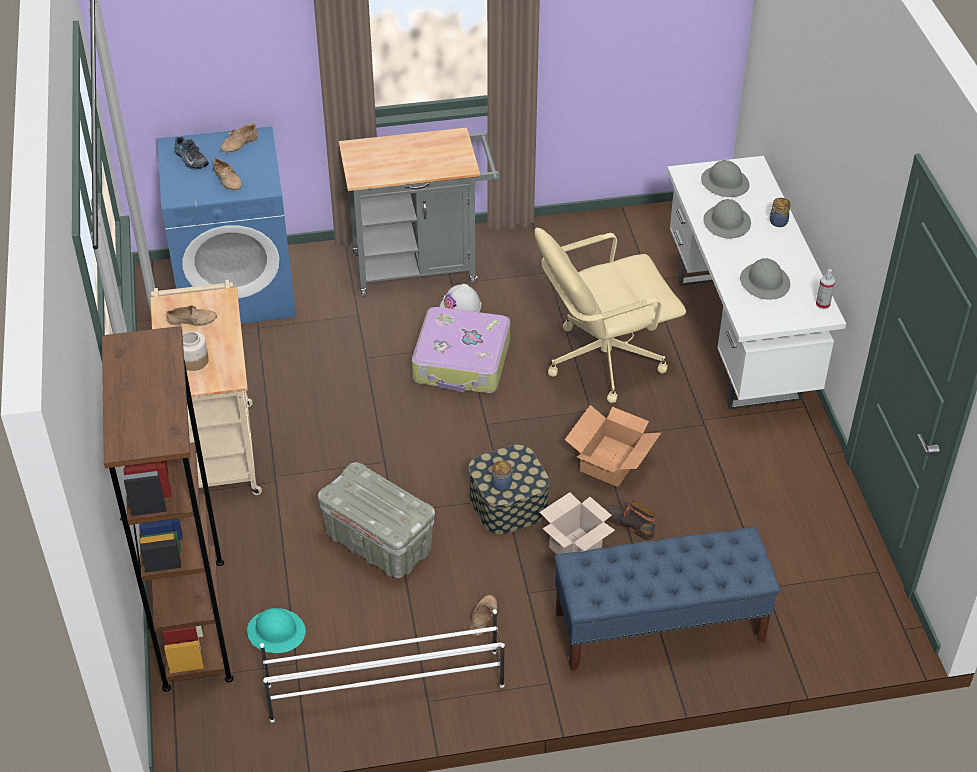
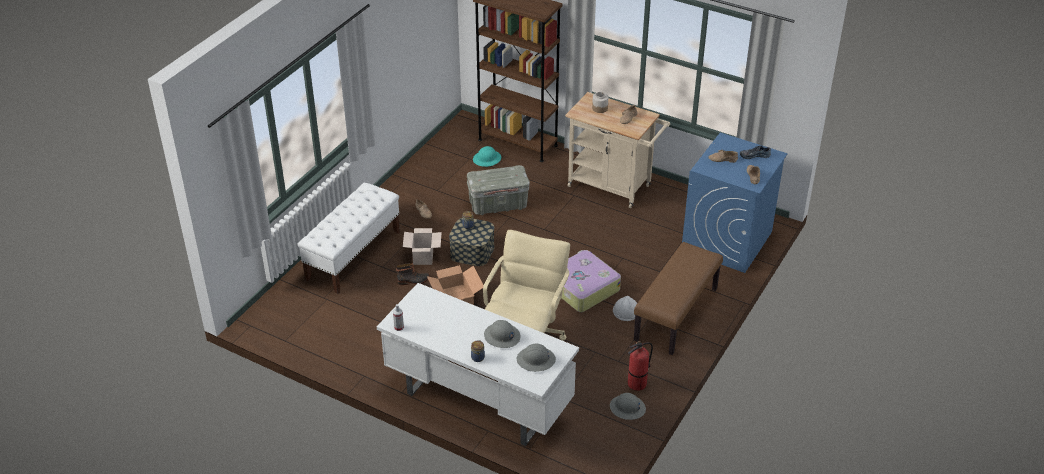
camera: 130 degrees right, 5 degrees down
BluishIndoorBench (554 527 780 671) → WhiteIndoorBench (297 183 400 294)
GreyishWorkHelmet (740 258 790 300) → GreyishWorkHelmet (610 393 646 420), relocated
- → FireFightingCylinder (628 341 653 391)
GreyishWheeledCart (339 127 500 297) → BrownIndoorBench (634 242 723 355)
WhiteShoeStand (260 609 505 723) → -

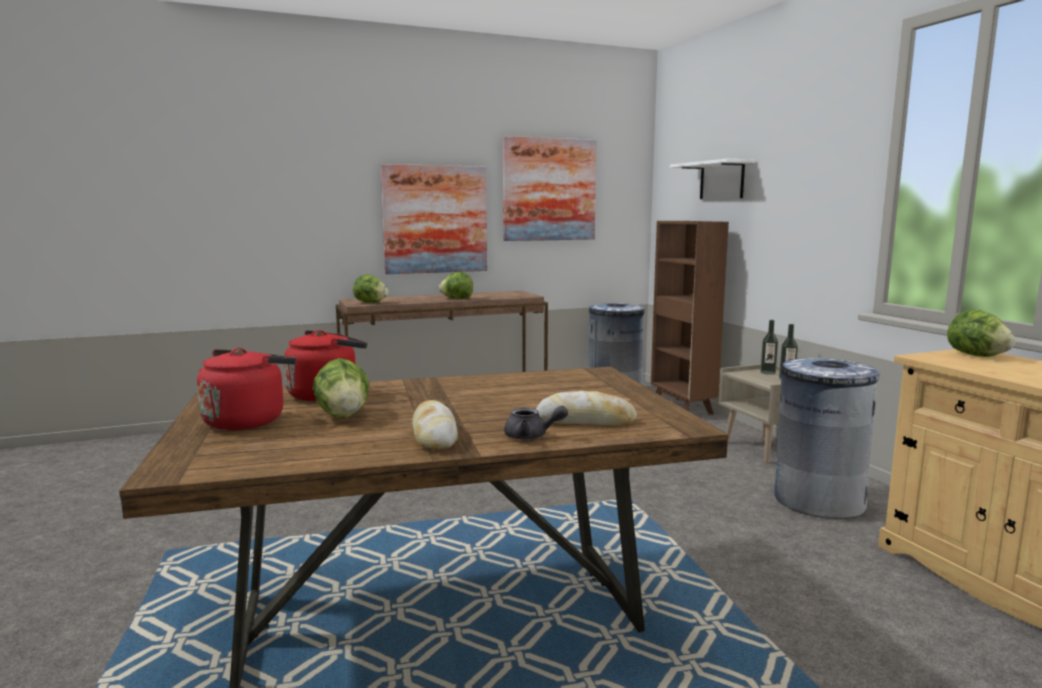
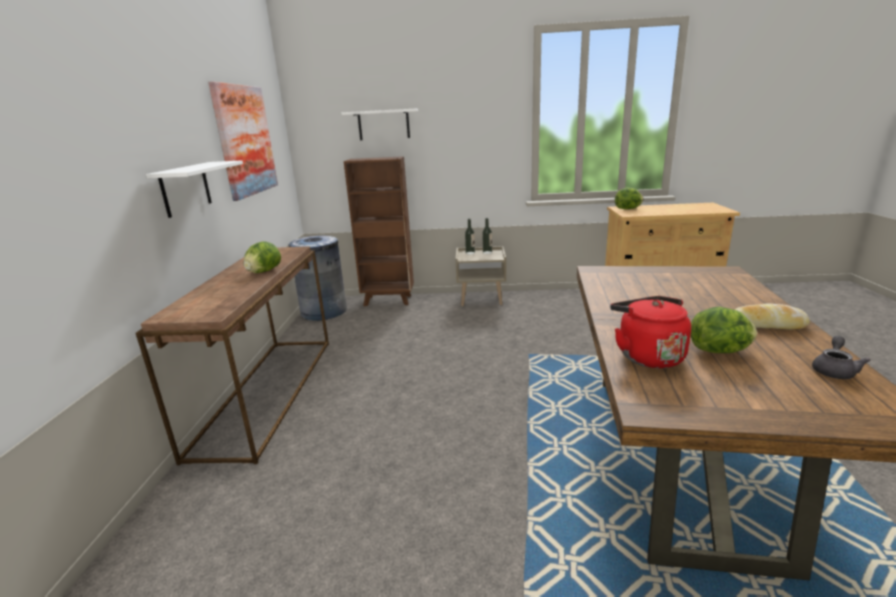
camera: 65 degrees left, 10 degrees up
WallPicture (381 164 487 274) → WhiteShelf (146 160 243 218)
GreyishTeaPot (504 406 568 440) → GreyishTeaPot (812 336 871 379), relocated
RedTeaKettle (197 348 297 430) → -
HeadOfLettuce (353 274 389 303) → -
BakedBread (536 391 637 426) → -
GreyishTrashCan (774 358 880 519) → -

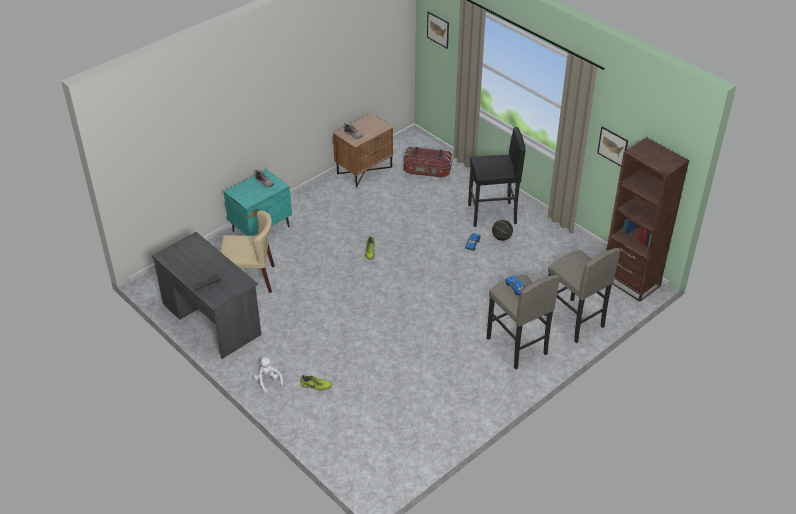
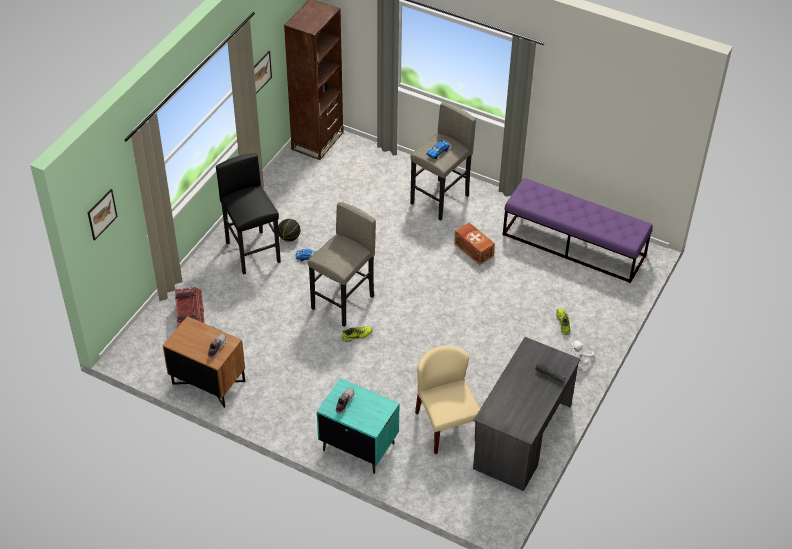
camera: 110 degrees left, 5 degrees up
GreyishSittingStool (544 248 621 343) → GreyishSittingStool (308 202 376 327), relocated
- → BrownStorageContainer (454 223 495 265)
- → PurpleIndoorBench (503 178 653 283)

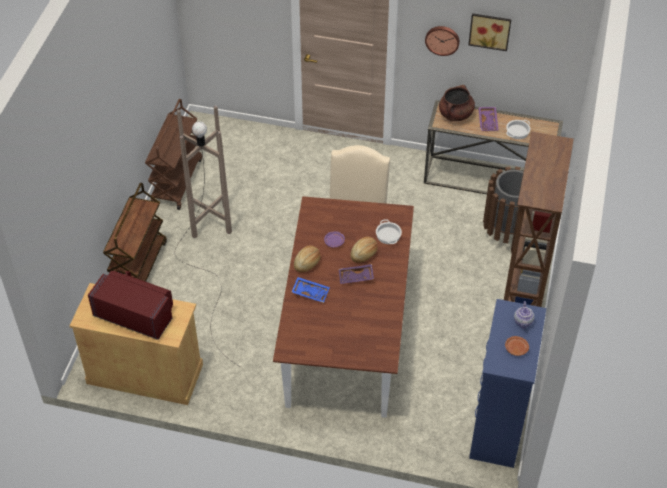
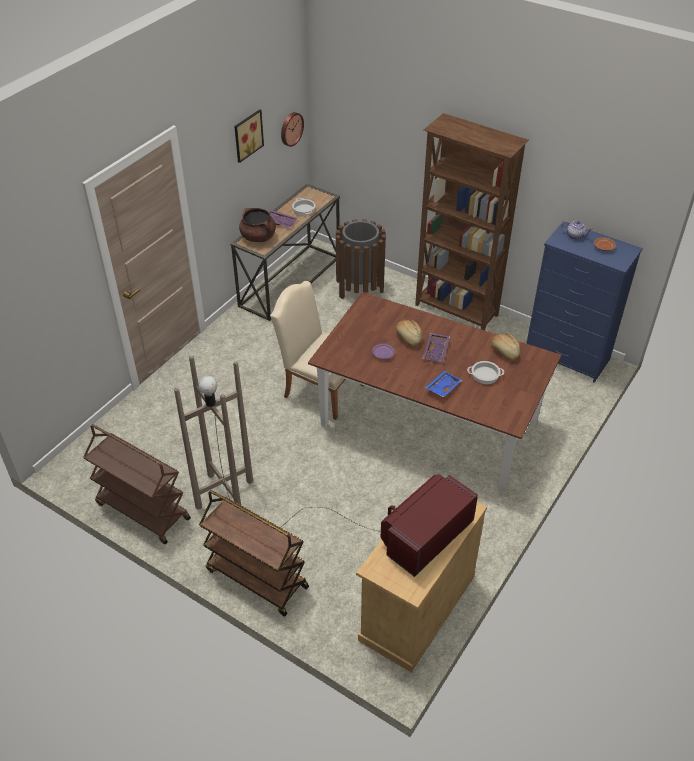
camera: 70 degrees left, 5 degrees down
ClockOnTheWall (425 26 460 56) → ClockOnTheWall (281 112 304 147), relocated
Saucepot (376 219 402 244) → Saucepot (467 361 504 384), relocated
BakedBread (294 245 320 273) → BakedBread (490 333 520 361), relocated

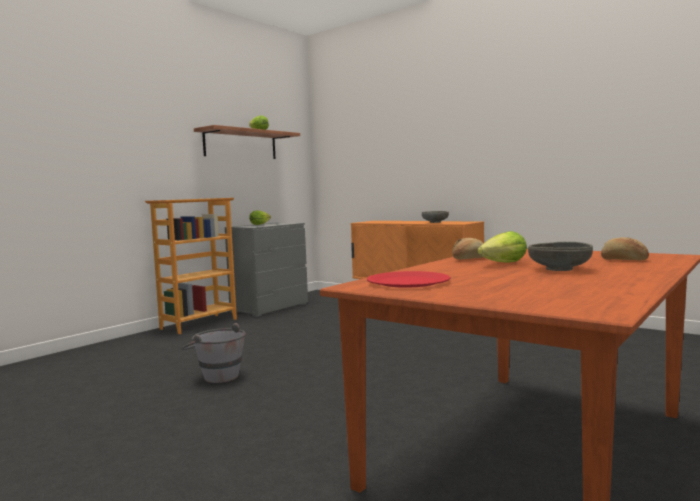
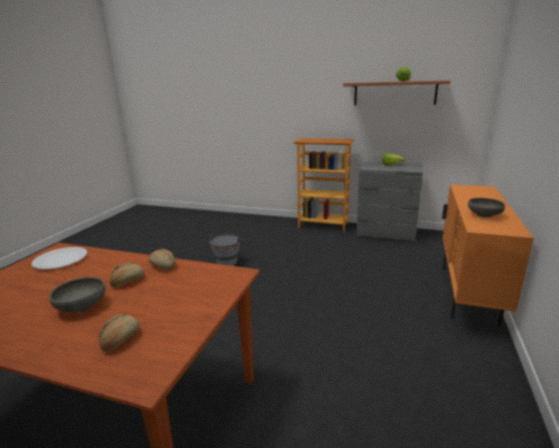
camera: 70 degrees right, 15 degrees up
RedFlatDish (367 271 450 288) → WhiteFlatDish (31 247 87 270)
HeadOfLettuce (477 231 527 263) → BakedBread (110 262 145 287)

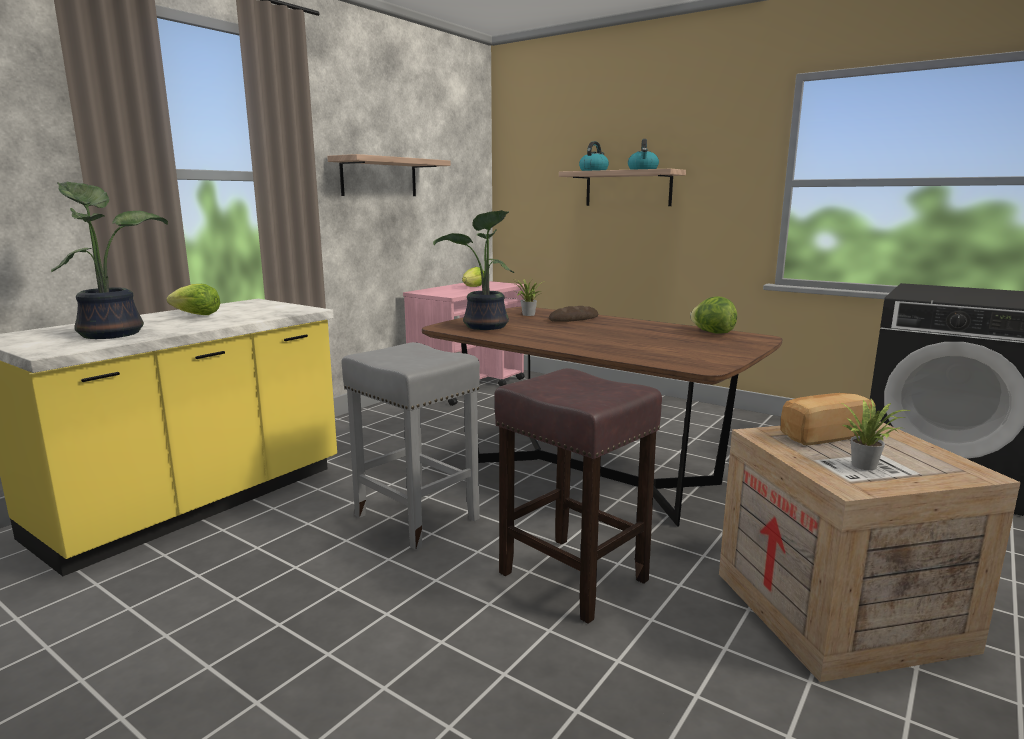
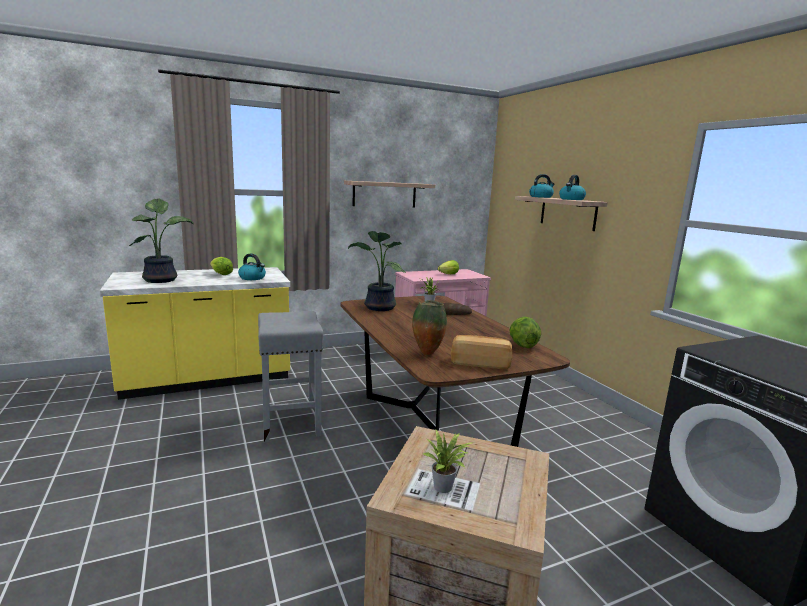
camera: 30 degrees right, 0 degrees up
- → TeaKettle (238 253 266 280)
- → Vase (412 300 447 355)
BakedBread (780 393 876 445) → BakedBread (451 335 512 369), relocated
BrownSittingStool (495 368 662 624) → -

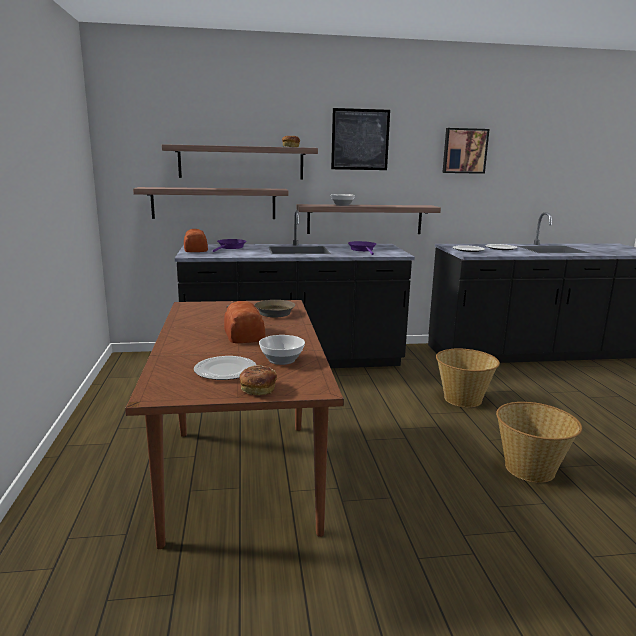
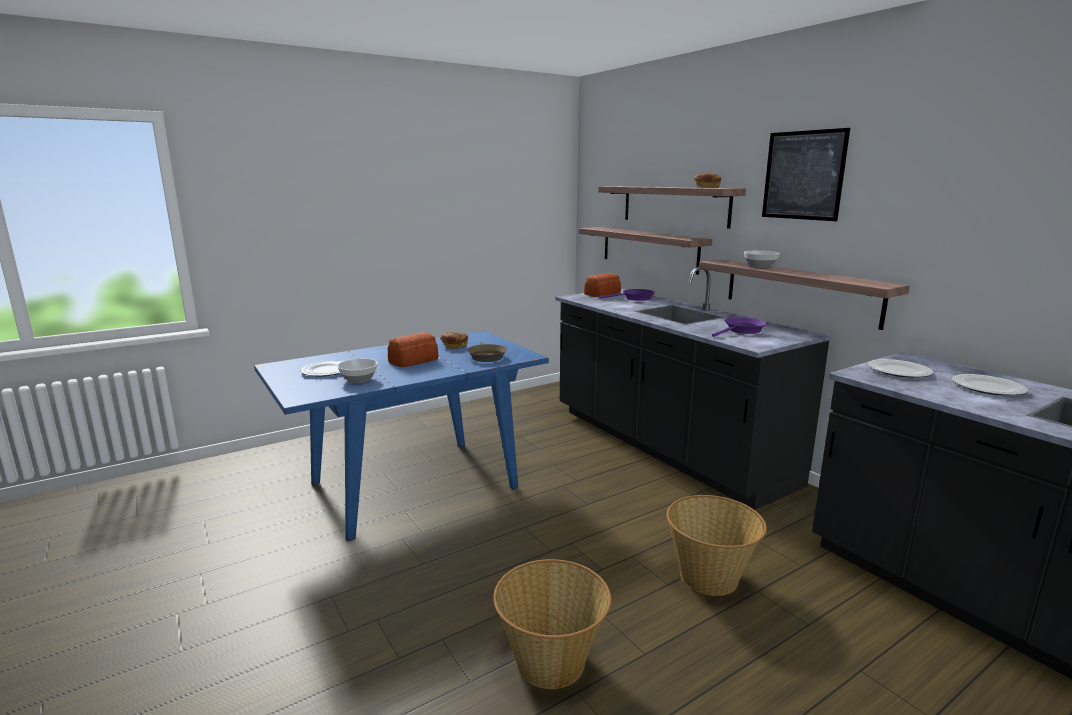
camera: 65 degrees right, 0 degrees up
BrownDinnerTable (125 300 344 549) → BluishDinnerTable (254 330 549 541)
BakedBread (239 365 277 395) → BakedBread (440 332 468 349), relocated
WallPicture (442 128 489 174) → -

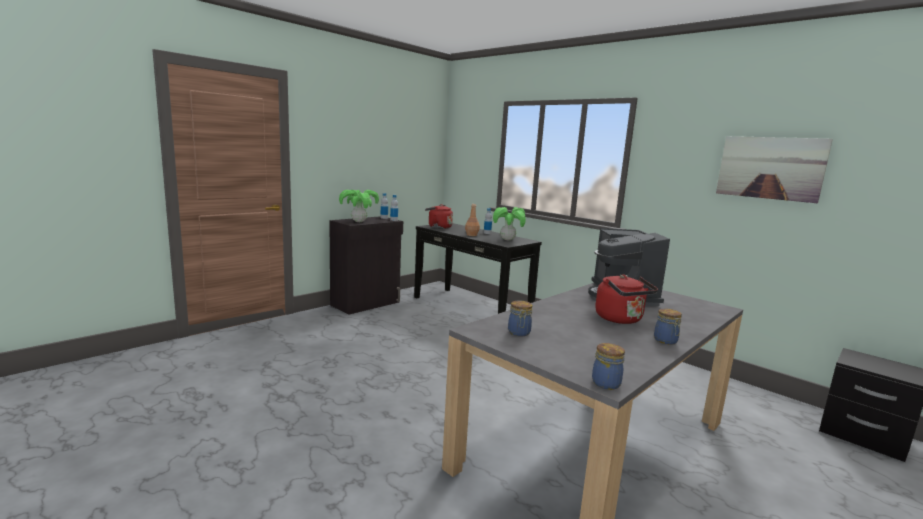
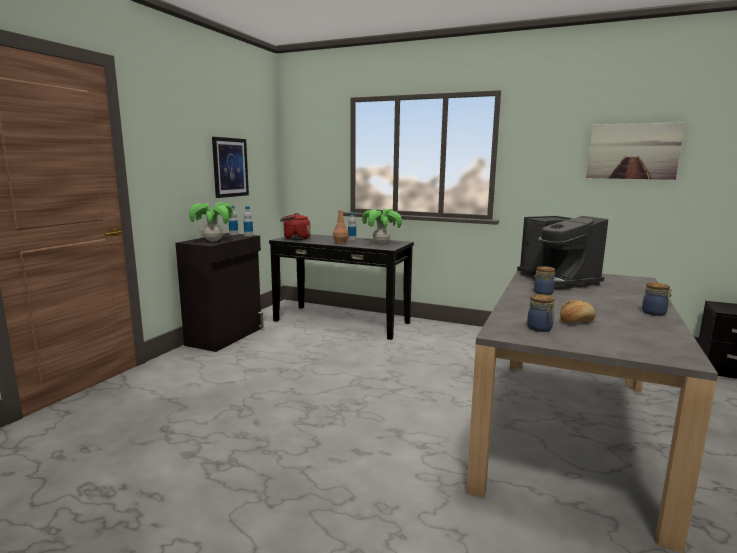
camera: 20 degrees left, 0 degrees up
- → WallPicture (212 137 249 198)
Jar (592 343 625 390) → Jar (534 266 555 295), relocated
- → BakedBread (560 300 596 323)
RedTeaKettle (595 274 658 324) → -

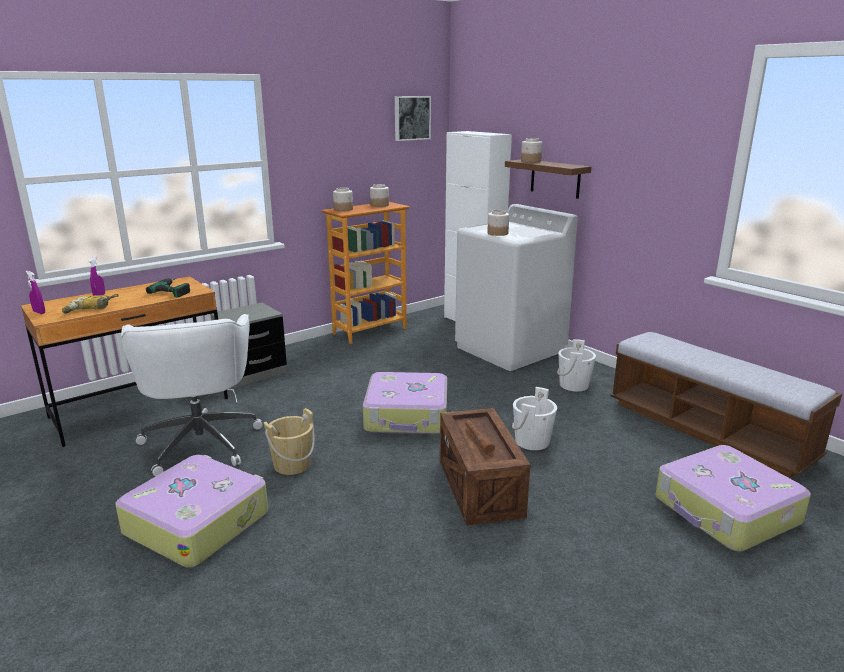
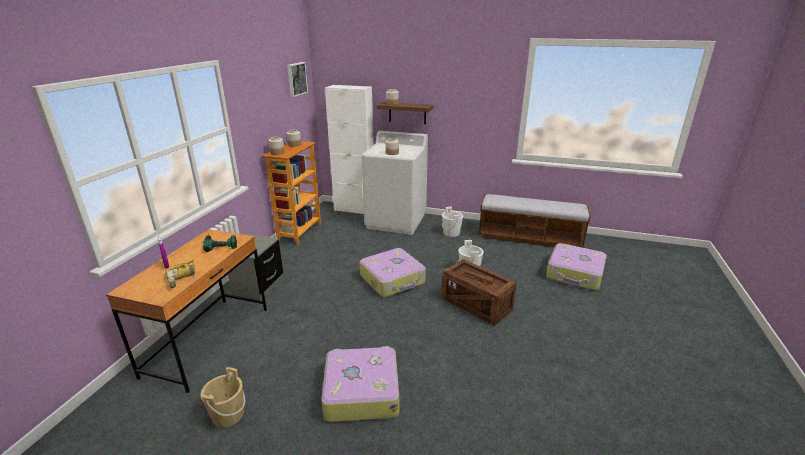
camera: 35 degrees left, 5 degrees up
BeigeColouredBucket (263 408 315 475) → BeigeColouredBucket (201 367 245 428), relocated
PurpleSprayBottle (26 271 45 314) → -
WhiteDeskChair (121 314 263 476) → -

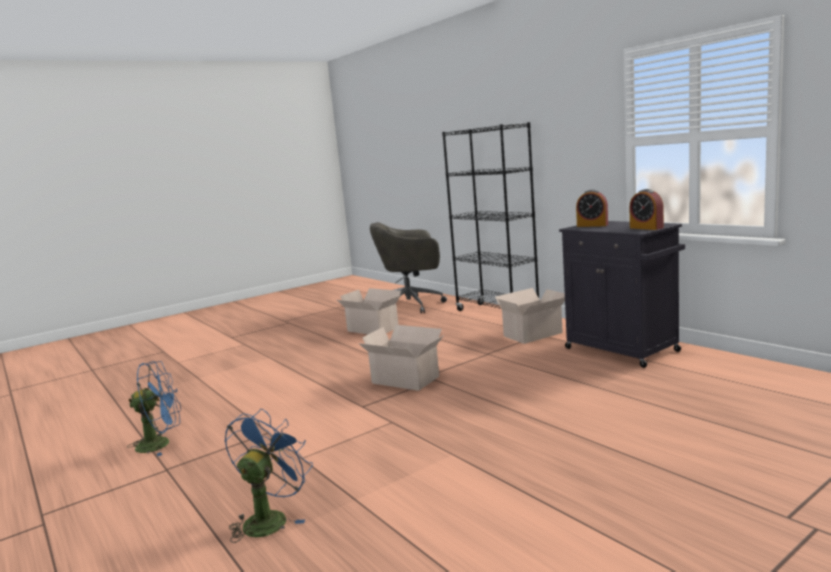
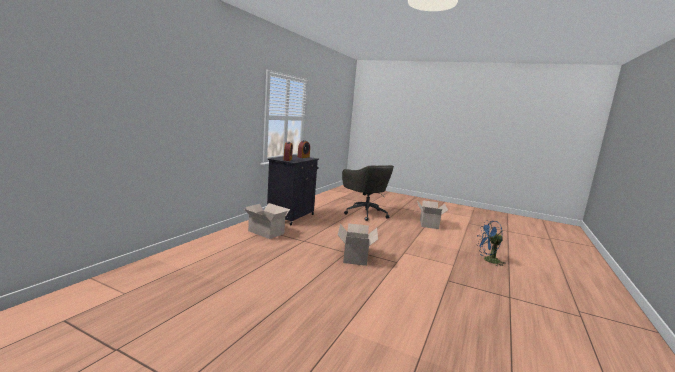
camera: 120 degrees left, 0 degrees up
GreyishDeskChair (370 222 447 313) → GreyishDeskChair (342 165 394 221), relocated
CardboardBox (337 288 401 334) → CardboardBox (417 200 448 229), relocated
BluishCoolingFan (127 361 181 456) → -
BlackBookcase (442 122 539 311) → -

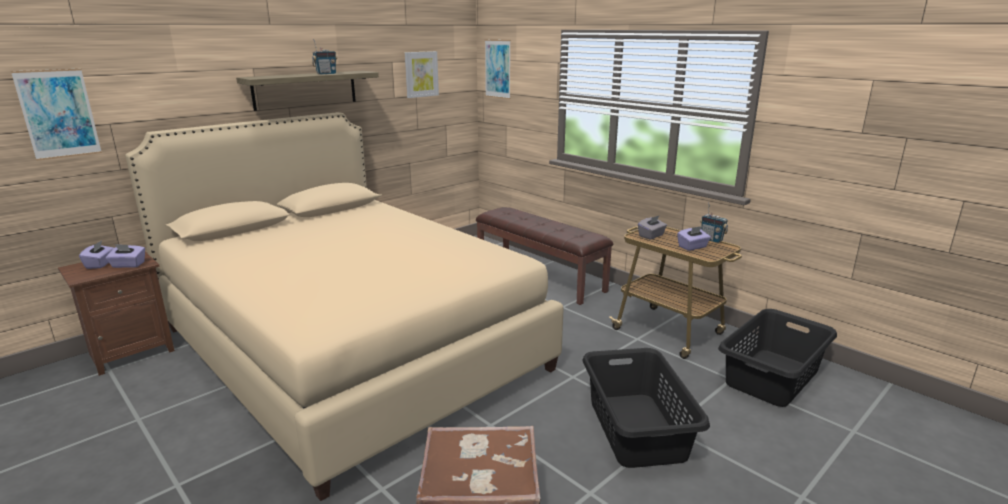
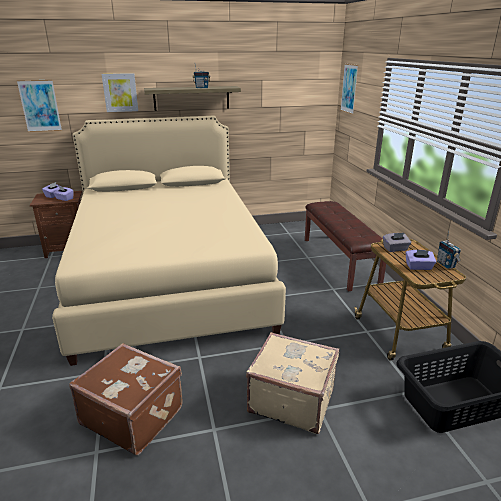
camera: 30 degrees right, 5 degrees up
WallPicture (405 51 439 98) → WallPicture (102 73 138 112), relocated
BlackLaundryBasket (582 348 710 468) → BeigeColouredPieceOfLuggage (246 332 339 434)

